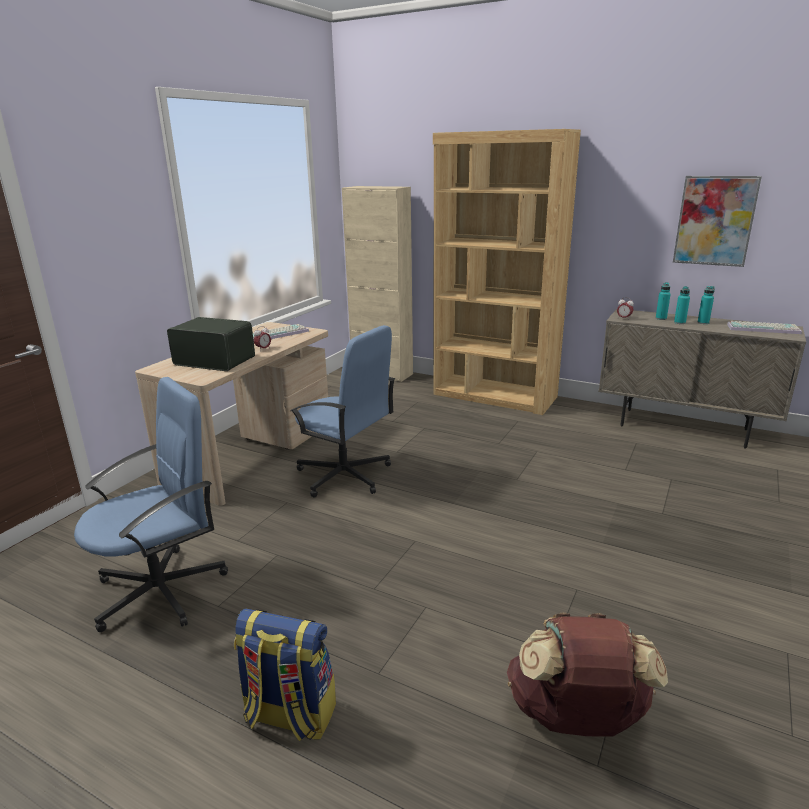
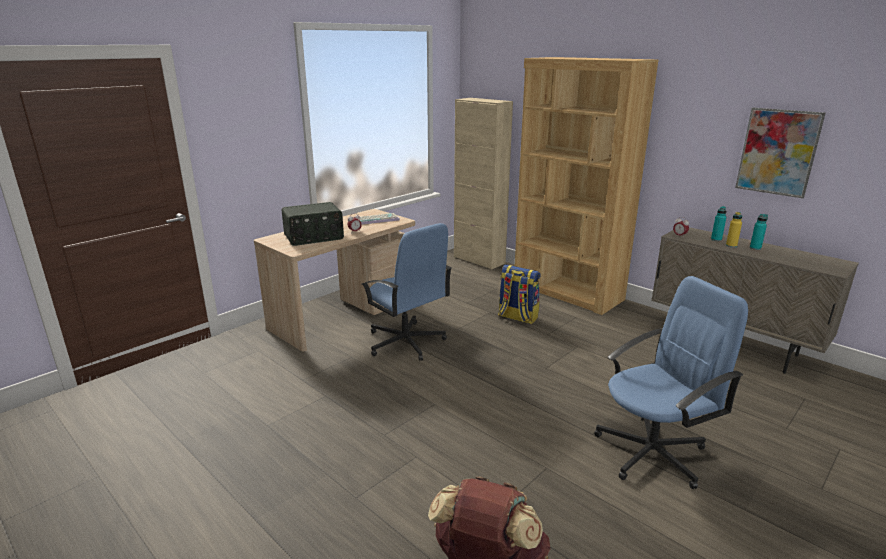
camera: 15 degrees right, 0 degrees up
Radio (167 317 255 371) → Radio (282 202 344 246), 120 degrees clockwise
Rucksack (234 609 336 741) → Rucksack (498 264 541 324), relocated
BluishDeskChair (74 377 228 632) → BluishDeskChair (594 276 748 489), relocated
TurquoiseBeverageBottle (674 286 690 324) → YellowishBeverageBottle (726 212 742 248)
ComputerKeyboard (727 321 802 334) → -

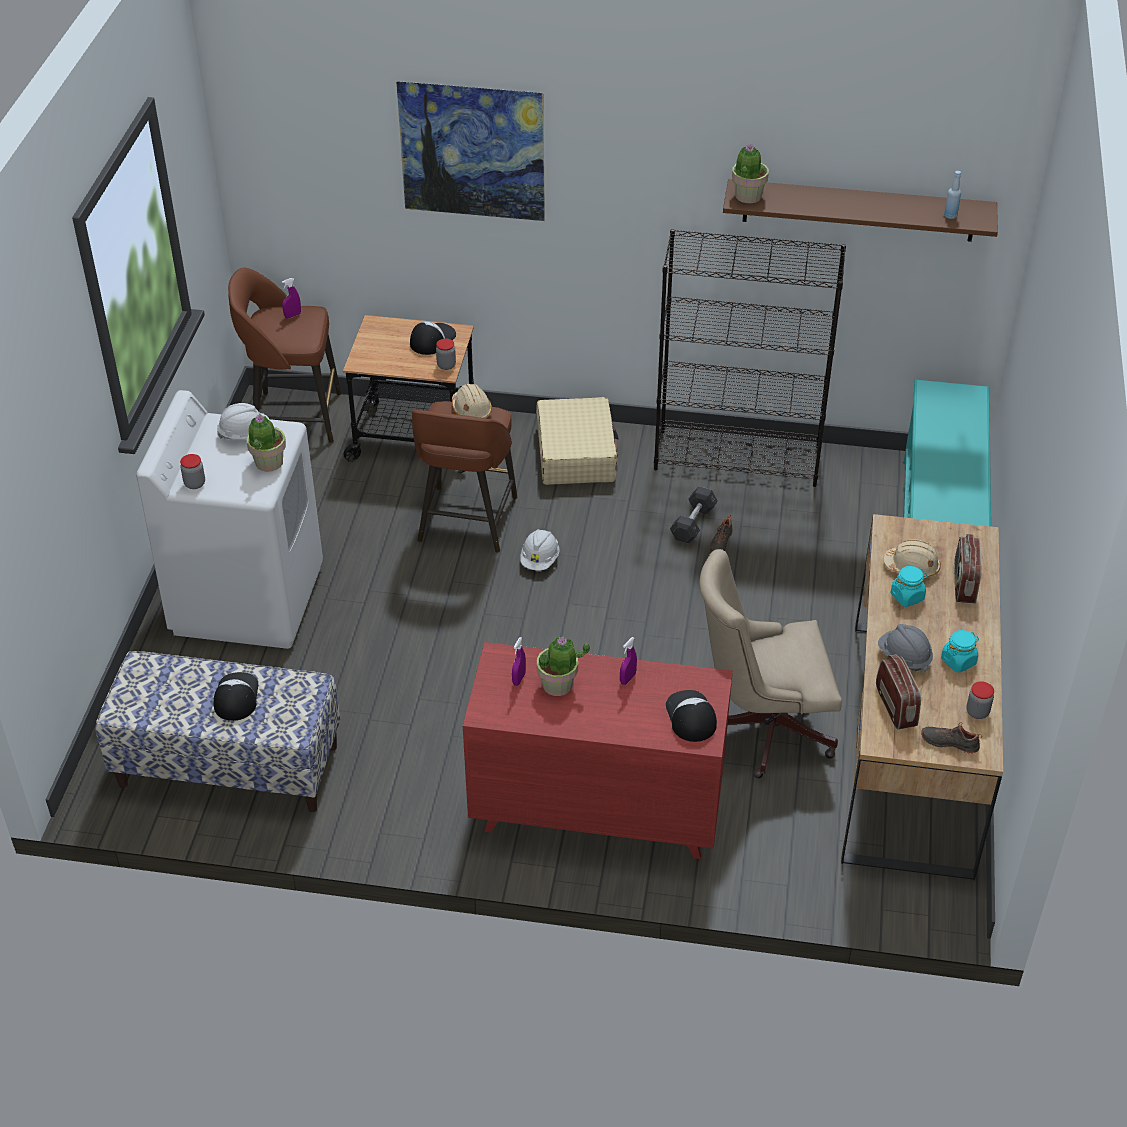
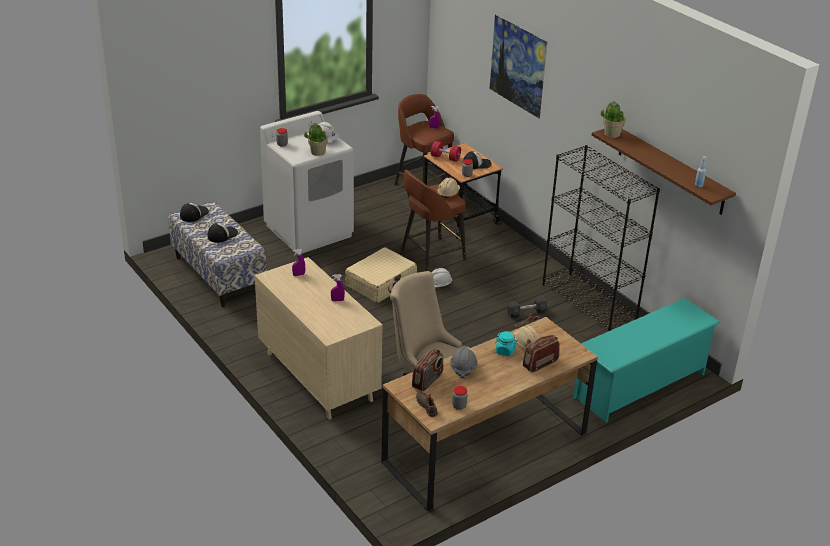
camera: 45 degrees right, 10 degrees down
Cap (666 690 717 742) → Cap (180 203 209 222), relocated
RedDresser (463 642 733 859) → BeigeColouredDresser (255 257 383 420)
BeigeColouredPieceOfLuggage (536 397 619 485) → BeigeColouredPieceOfLuggage (345 247 417 303), relocated
- → RedHandWeight (431 141 461 162)
PlantInAPot (537 636 590 696) → -
TurquoiseJar (941 630 979 673) → -

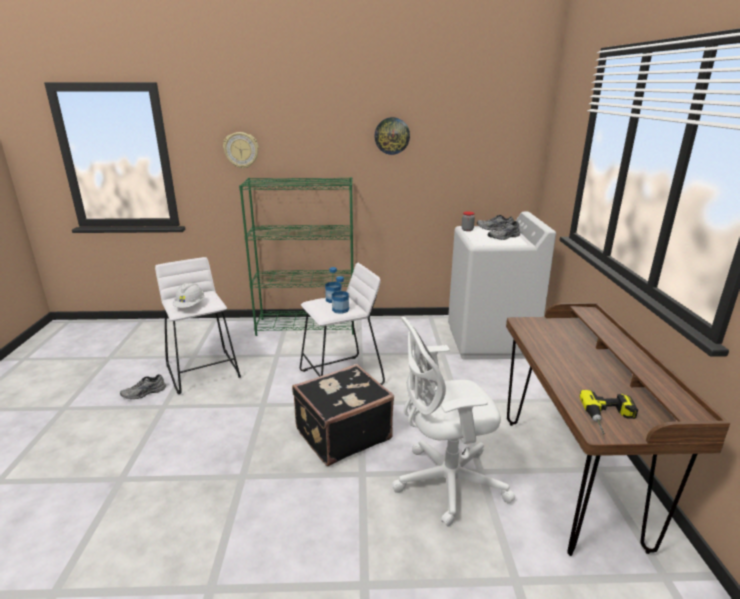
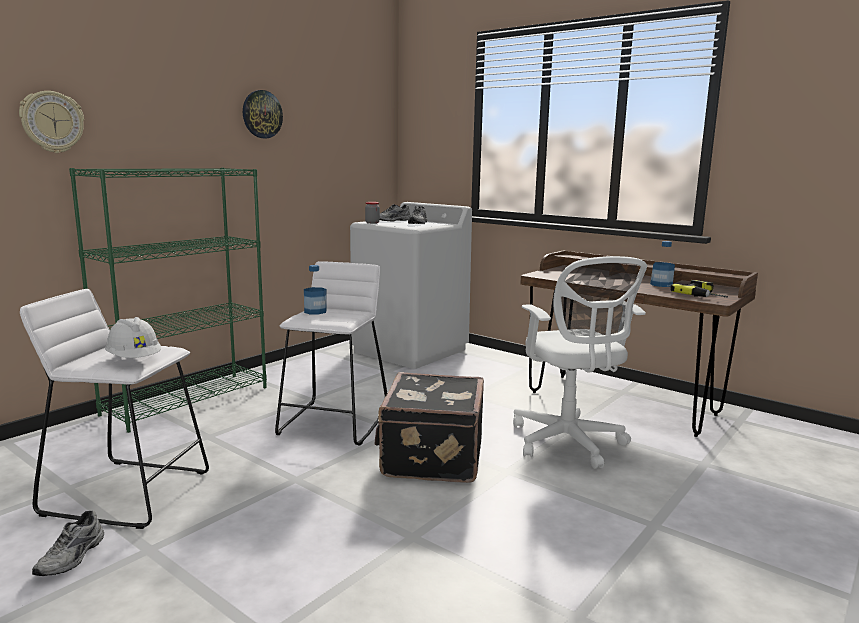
camera: 50 degrees left, 10 degrees down
WhiteDeskChair (392 316 516 527) → WhiteDeskChair (513 256 647 469), 45 degrees counterclockwise
BeverageBottle (332 276 349 314) → BeverageBottle (650 241 675 287), relocated

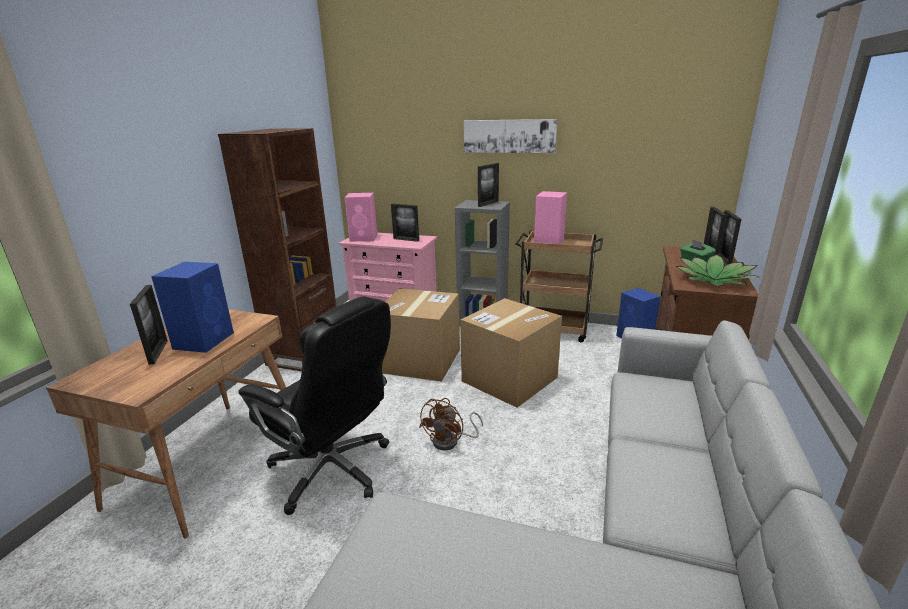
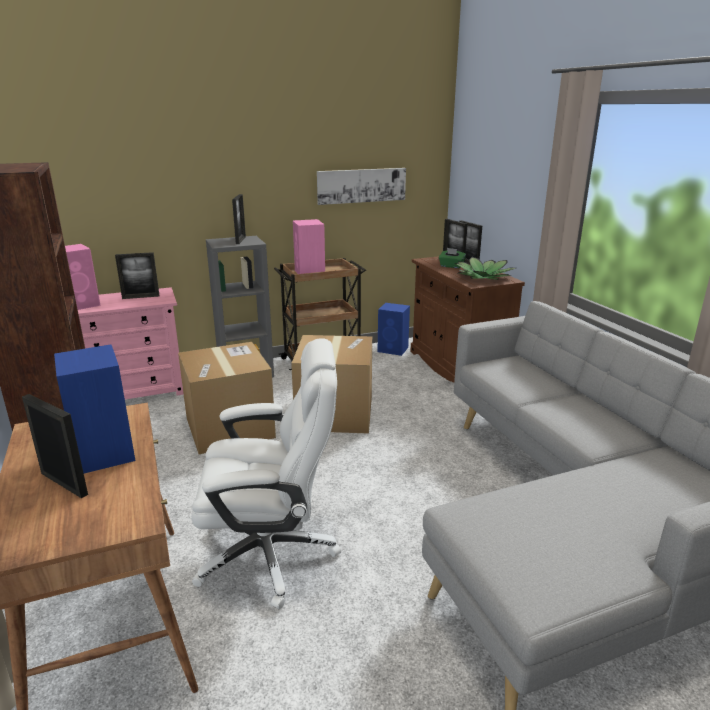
camera: 40 degrees left, 0 degrees up
BlackDeskChair (238 296 391 515) → WhiteDeskChair (191 338 341 609)
WallPicture (464 119 557 153) → WallPicture (317 168 406 205), relocated
BrownCoolingFan (419 398 483 451) → -

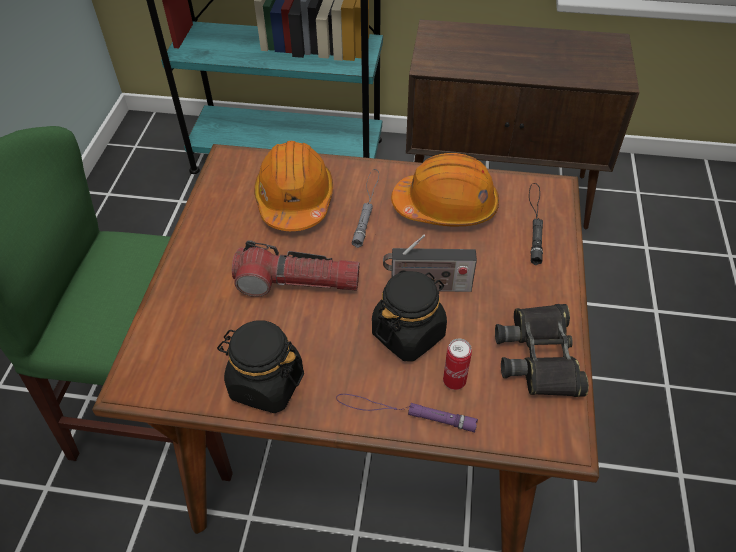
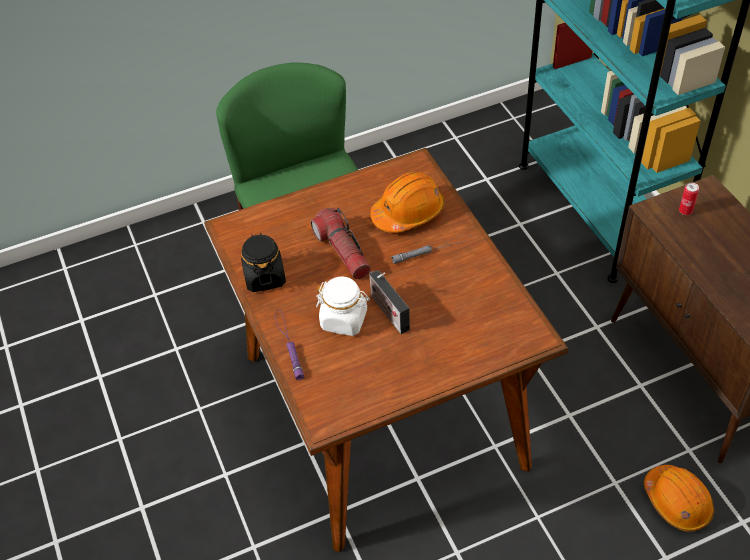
camera: 60 degrees right, 0 degrees up
BlackJar (372 271 447 362) → WhiteJar (316 277 370 336)
OrangeyWorkHelmet (391 153 499 226) → OrangeyWorkHelmet (644 465 714 532), relocated
Can (443 338 472 390) → Can (679 182 699 215), relocated
BlackPairOfBinoculars (495 304 589 397) → -
BlackTorch (529 183 543 265) → -

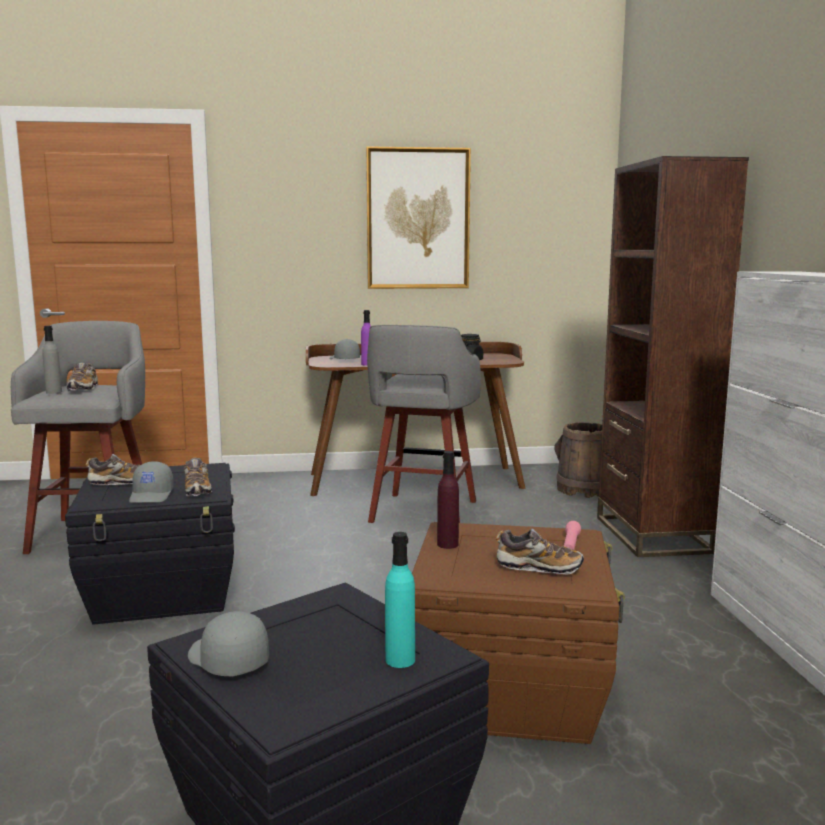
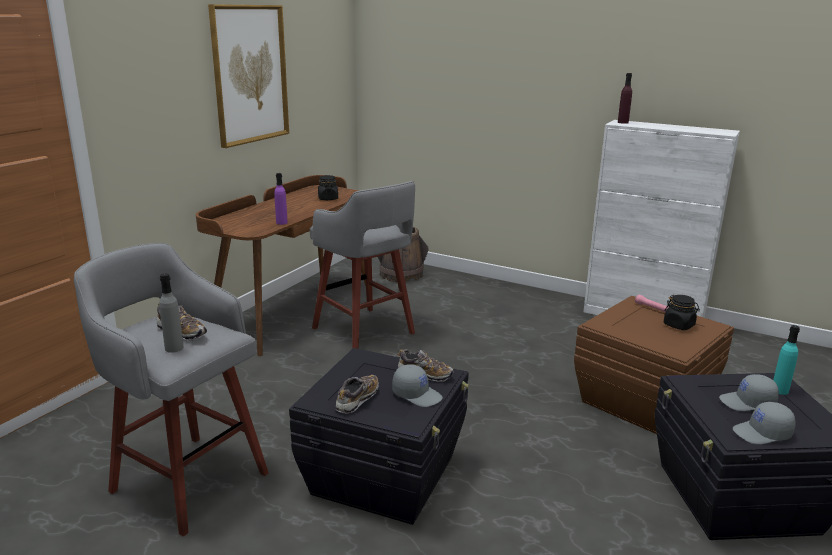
camera: 55 degrees left, 10 degrees up
PurpleBeverageBottle (437 451 459 549) → PurpleBeverageBottle (618 73 632 124), relocated
ItemOfFootwear (496 529 584 574) → BlackJar (664 295 700 330)
GreyishCap (329 339 360 359) → GreyishCap (719 374 779 411), relocated
BrownBookcase (597 156 749 557) → -

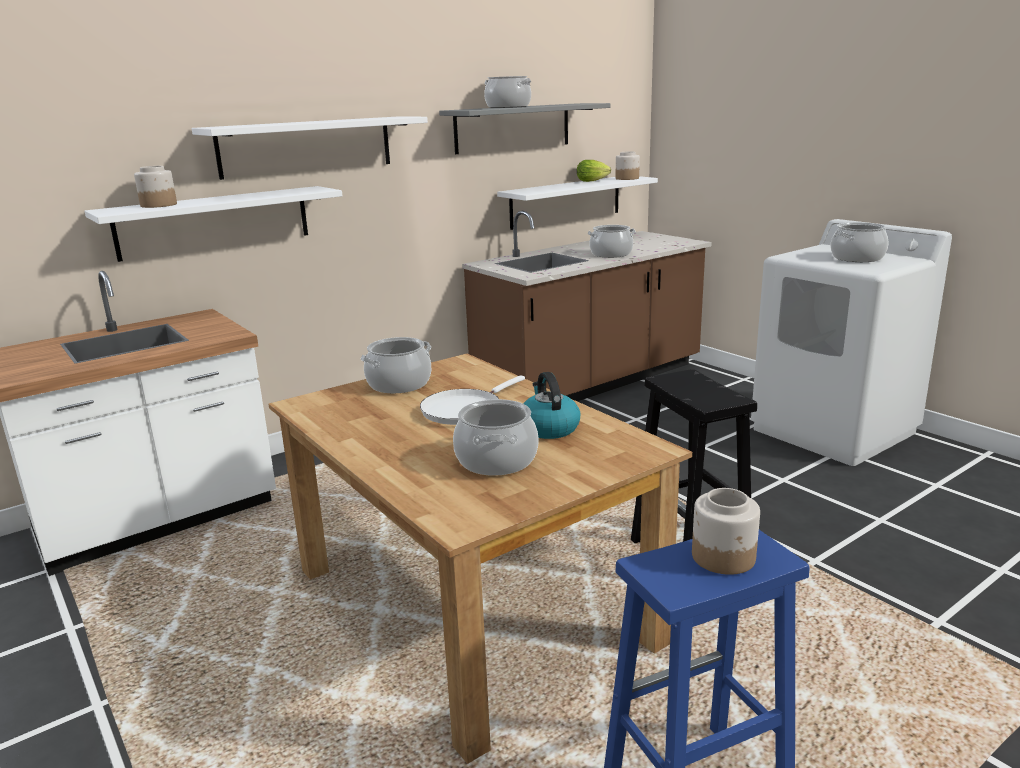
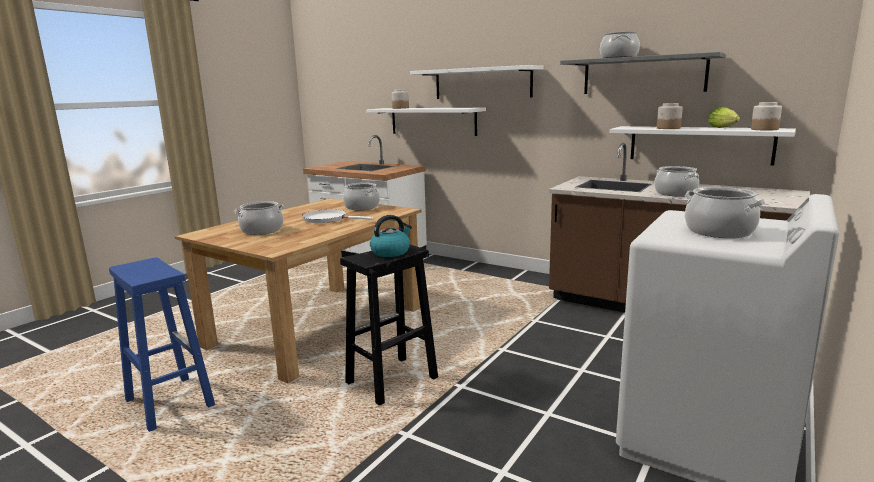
camera: 70 degrees right, 5 degrees down
TeaKettle (523 372 580 439) → TeaKettle (370 215 412 257), relocated
Jar (692 488 760 575) → Jar (657 103 683 129), relocated

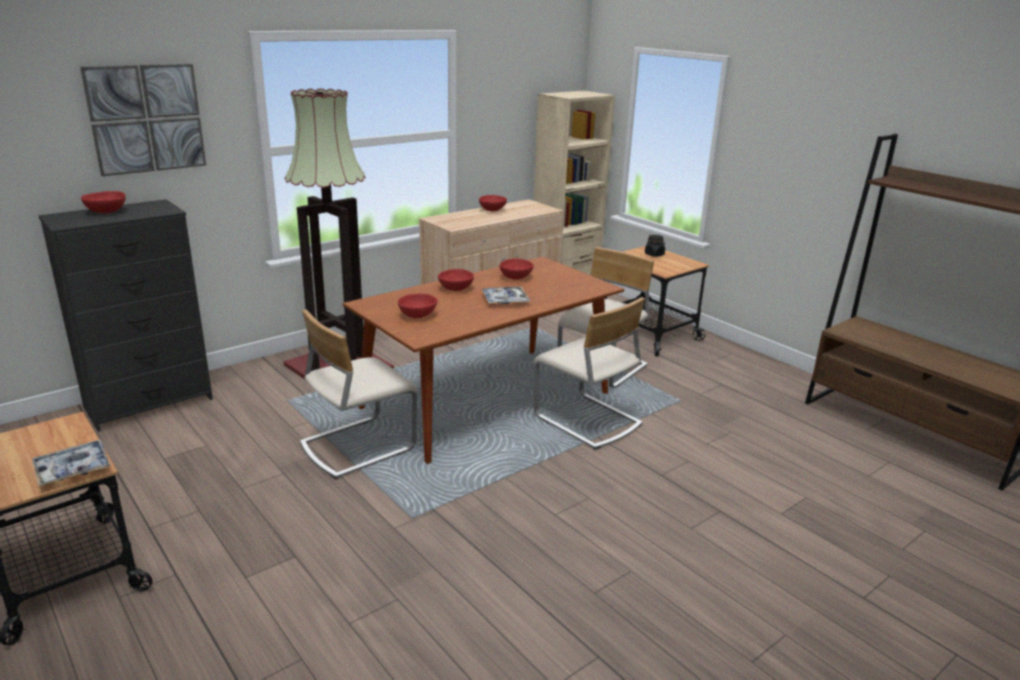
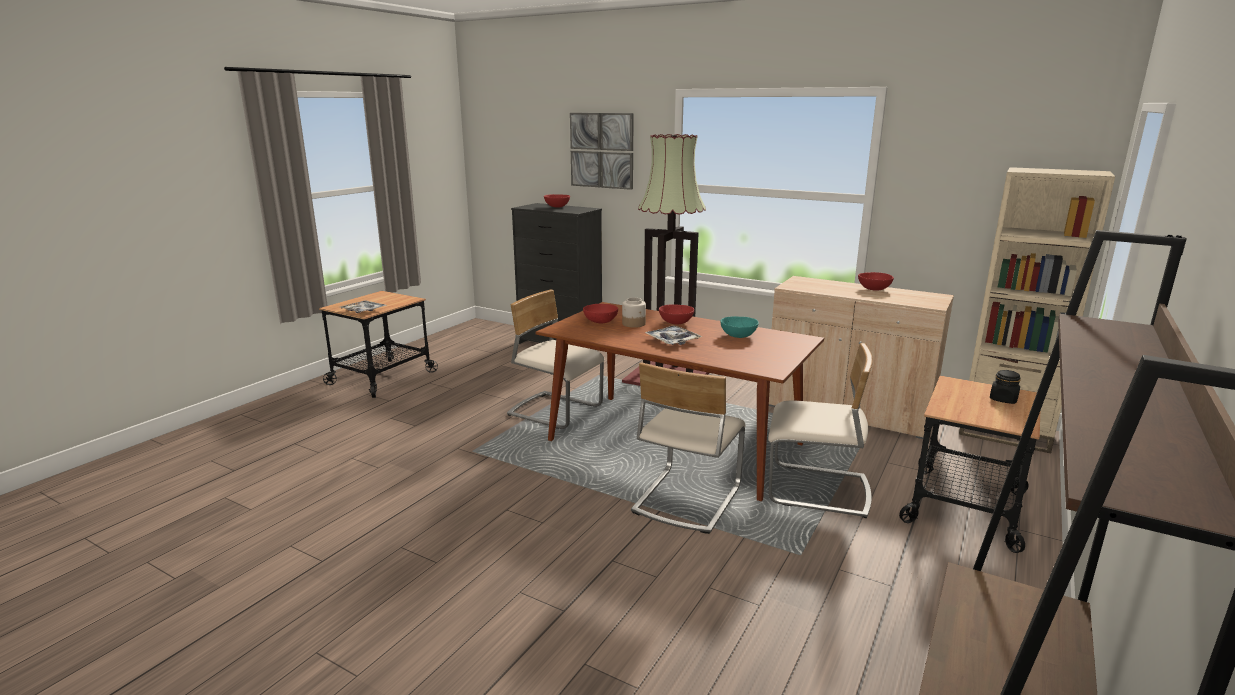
camera: 70 degrees right, 5 degrees down
- → Jar (622 298 646 328)
RedDeepDish (499 258 534 280) → TurquoiseDeepDish (720 316 759 338)

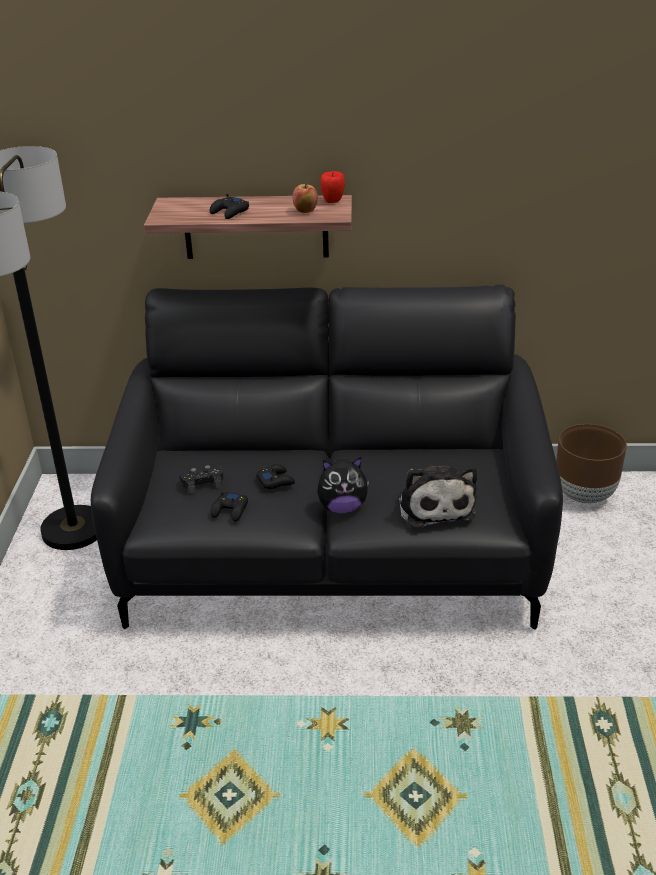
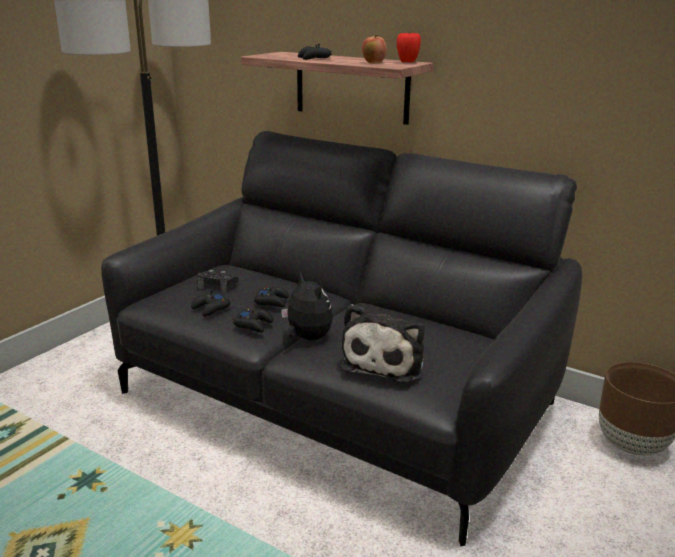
camera: 30 degrees right, 10 degrees down
- → BlackGameController (233 308 273 332)
SoftToy (317 457 370 513) → SoftToy (281 272 333 341), 150 degrees counterclockwise

